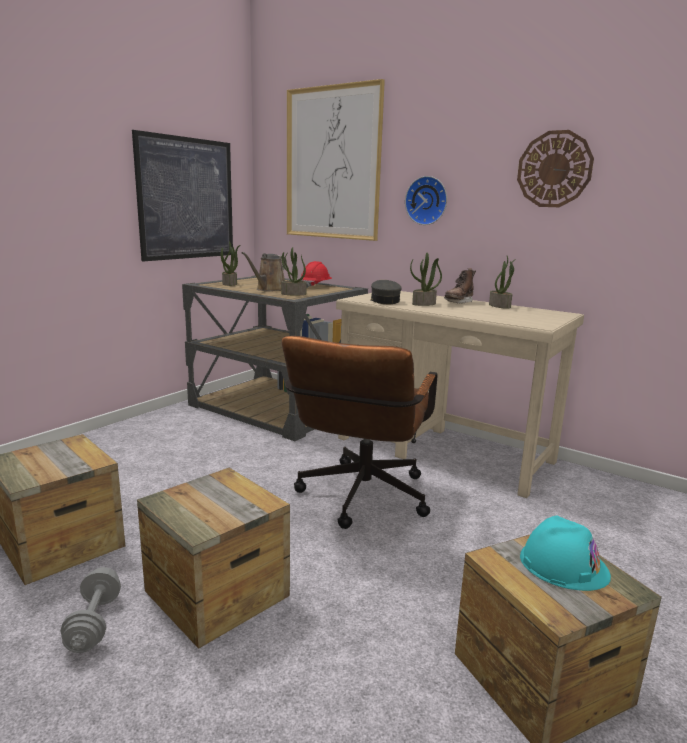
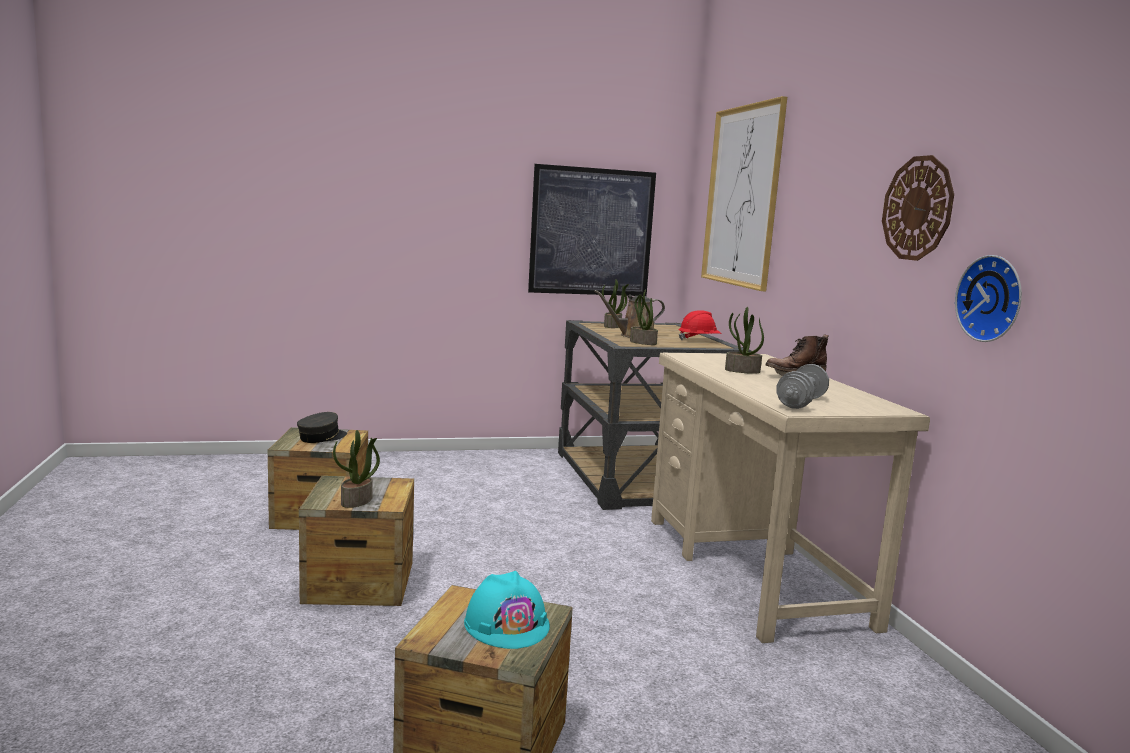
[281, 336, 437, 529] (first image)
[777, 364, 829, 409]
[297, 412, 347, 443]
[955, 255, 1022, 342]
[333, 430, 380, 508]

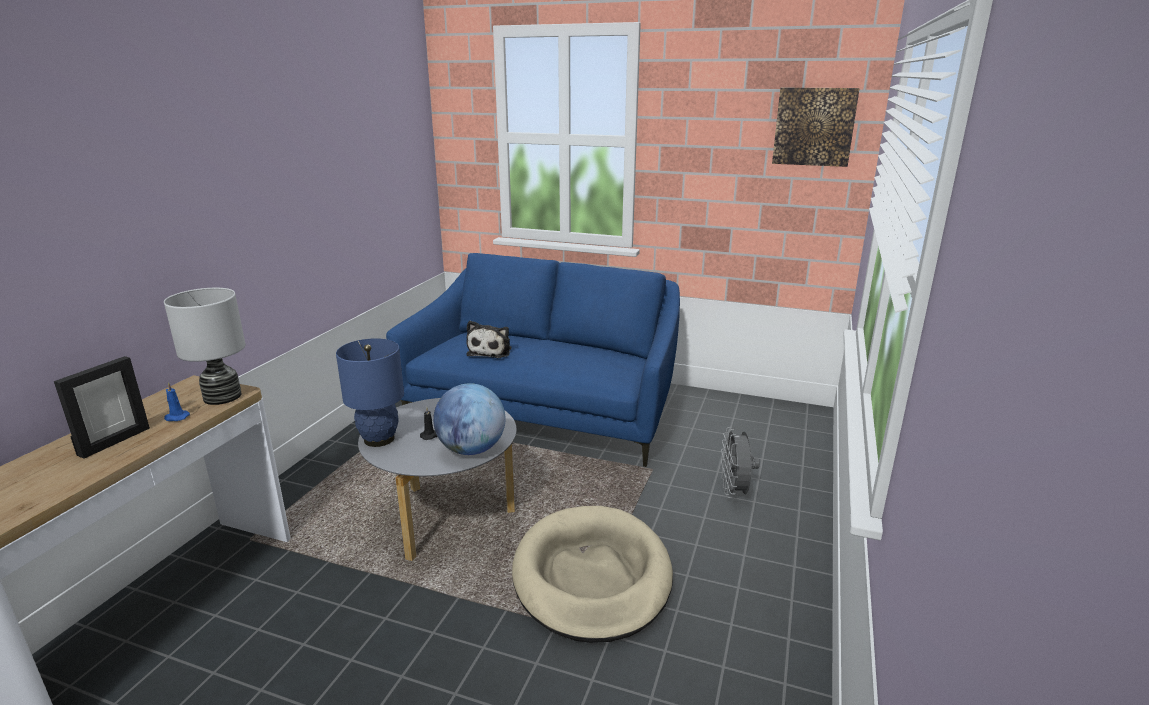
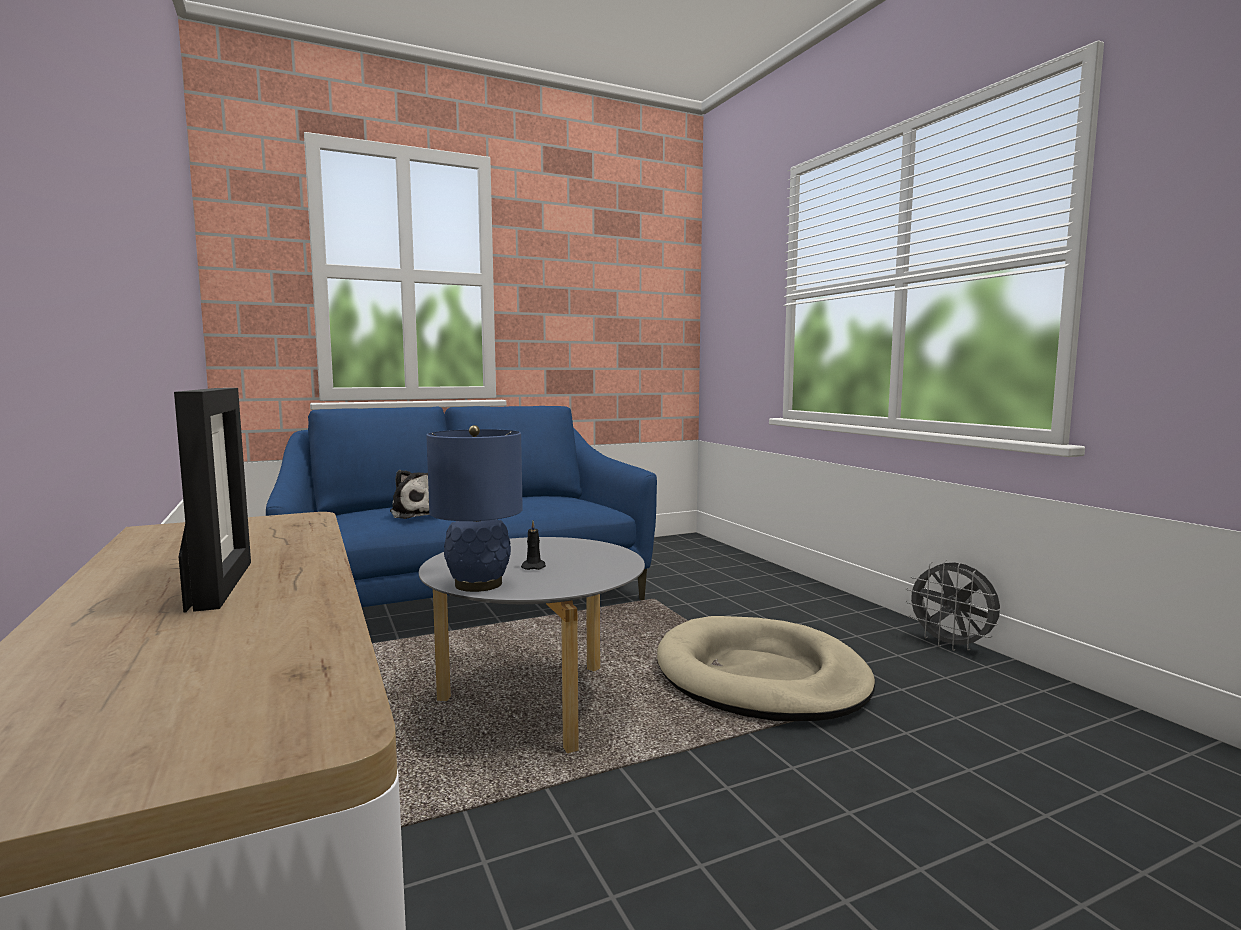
[164, 288, 246, 405] (first image)
[164, 382, 190, 421] (first image)
[433, 383, 506, 455] (first image)
[772, 88, 860, 167] (first image)
[905, 560, 1000, 651]

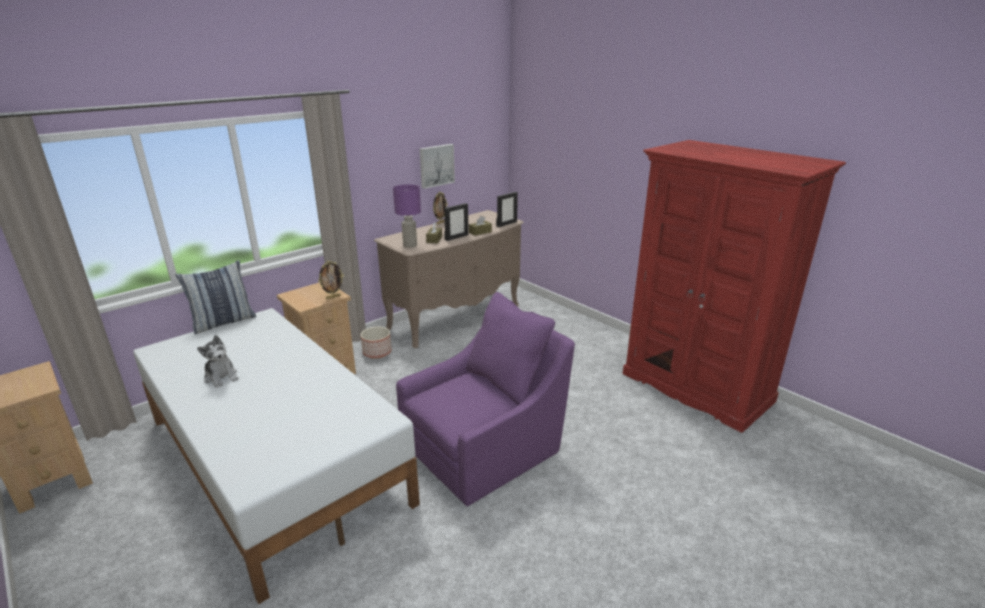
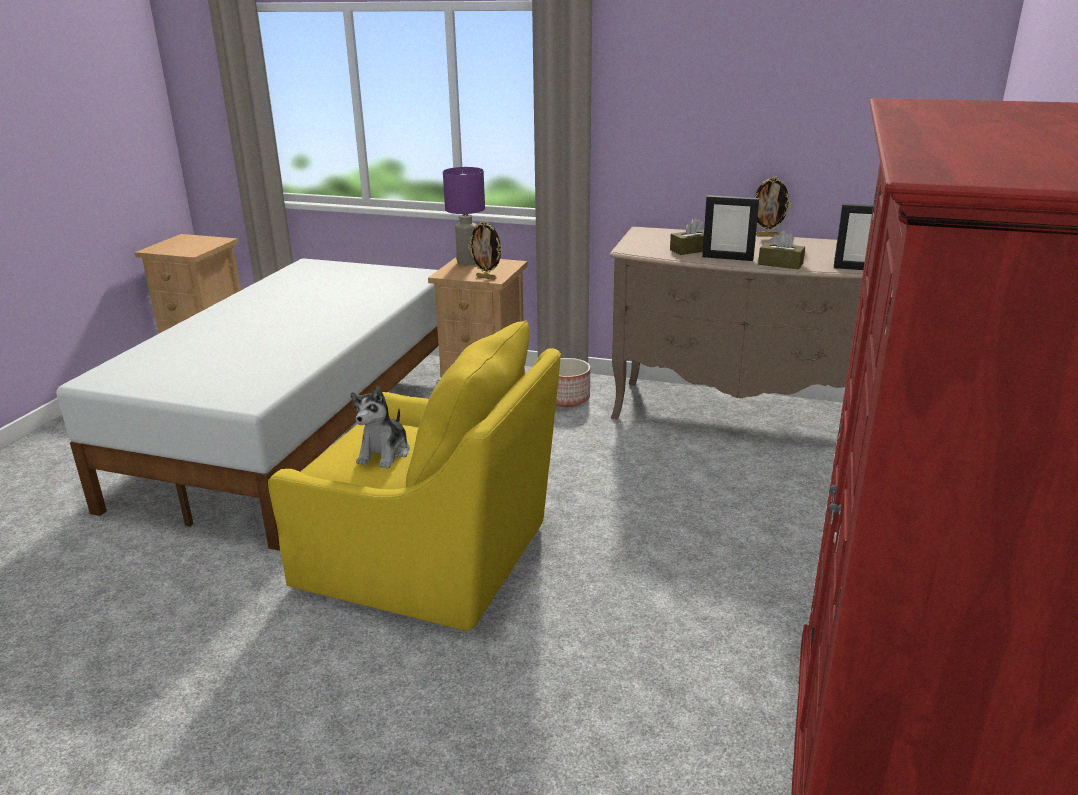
[175, 260, 256, 334] (first image)
[420, 144, 455, 189] (first image)
[351, 386, 410, 469]
[443, 167, 485, 266]
[268, 320, 561, 630]

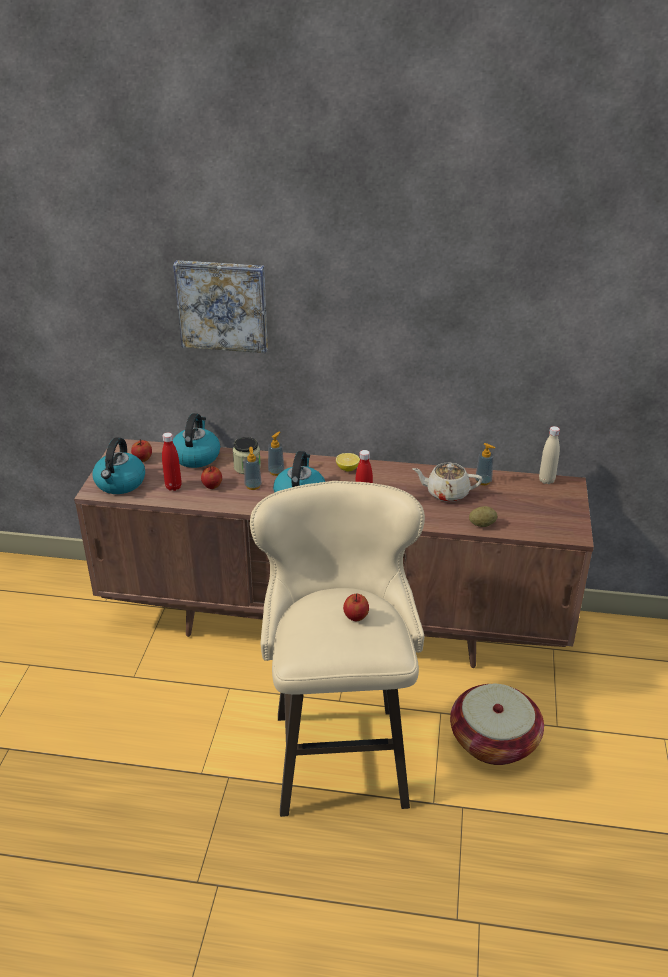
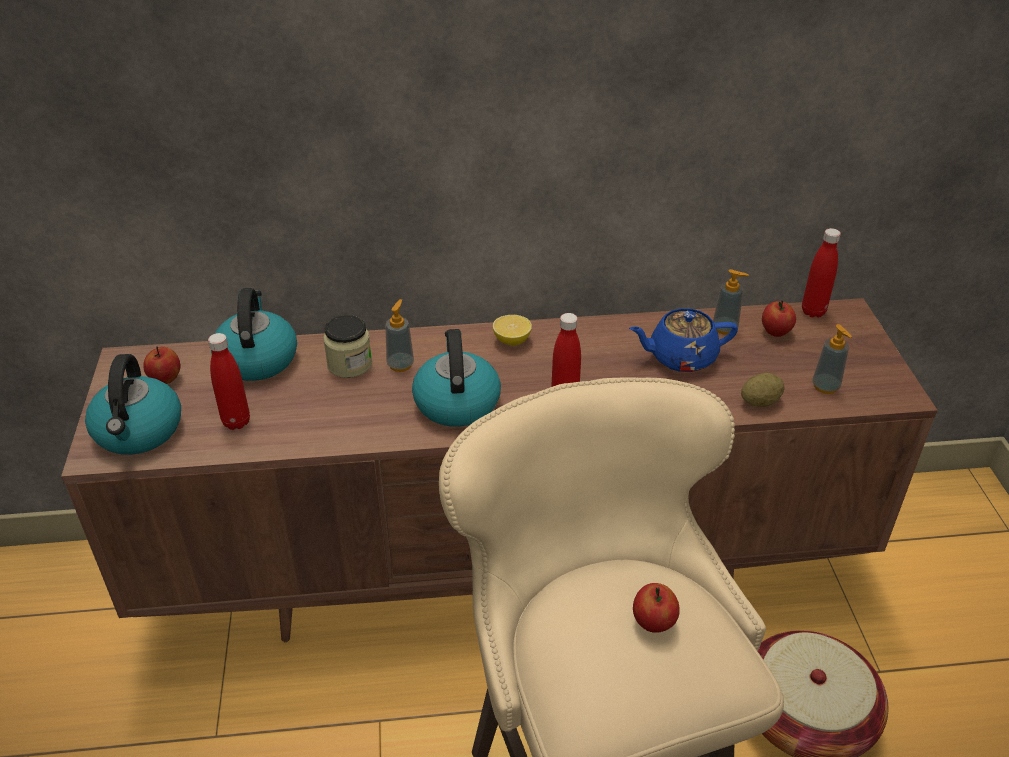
[173, 260, 268, 353] (first image)
[762, 300, 796, 337]
[812, 324, 852, 394]
[629, 308, 738, 372]
[802, 228, 841, 318]

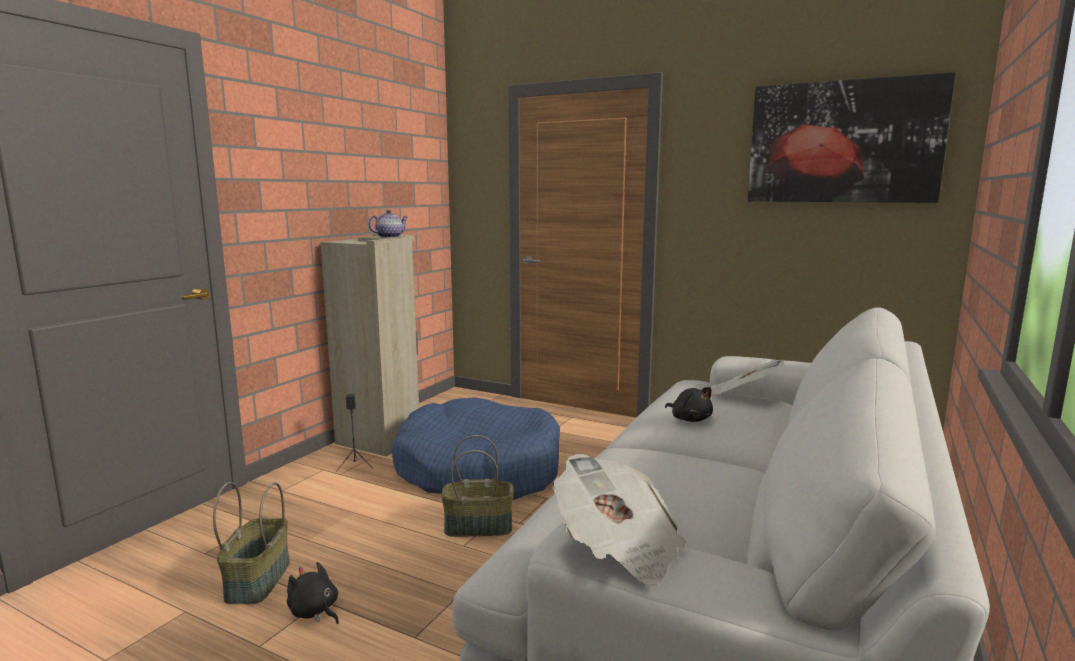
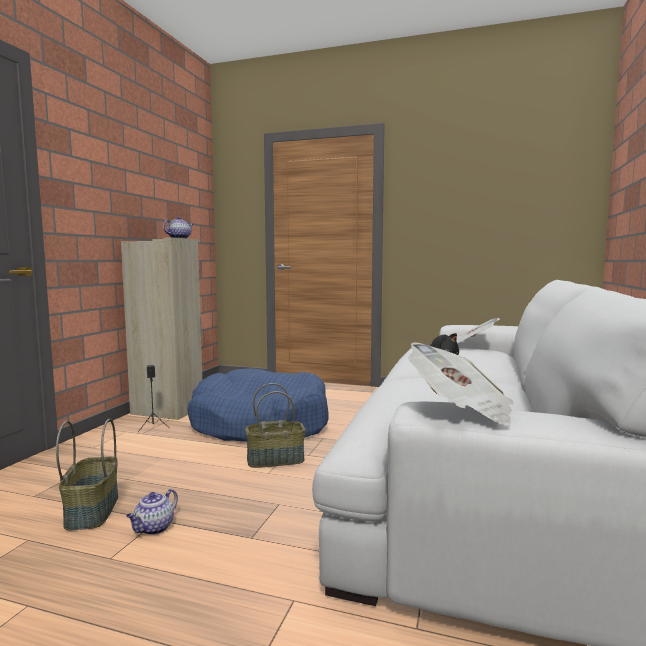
[748, 72, 956, 203] (first image)
[126, 489, 178, 535]

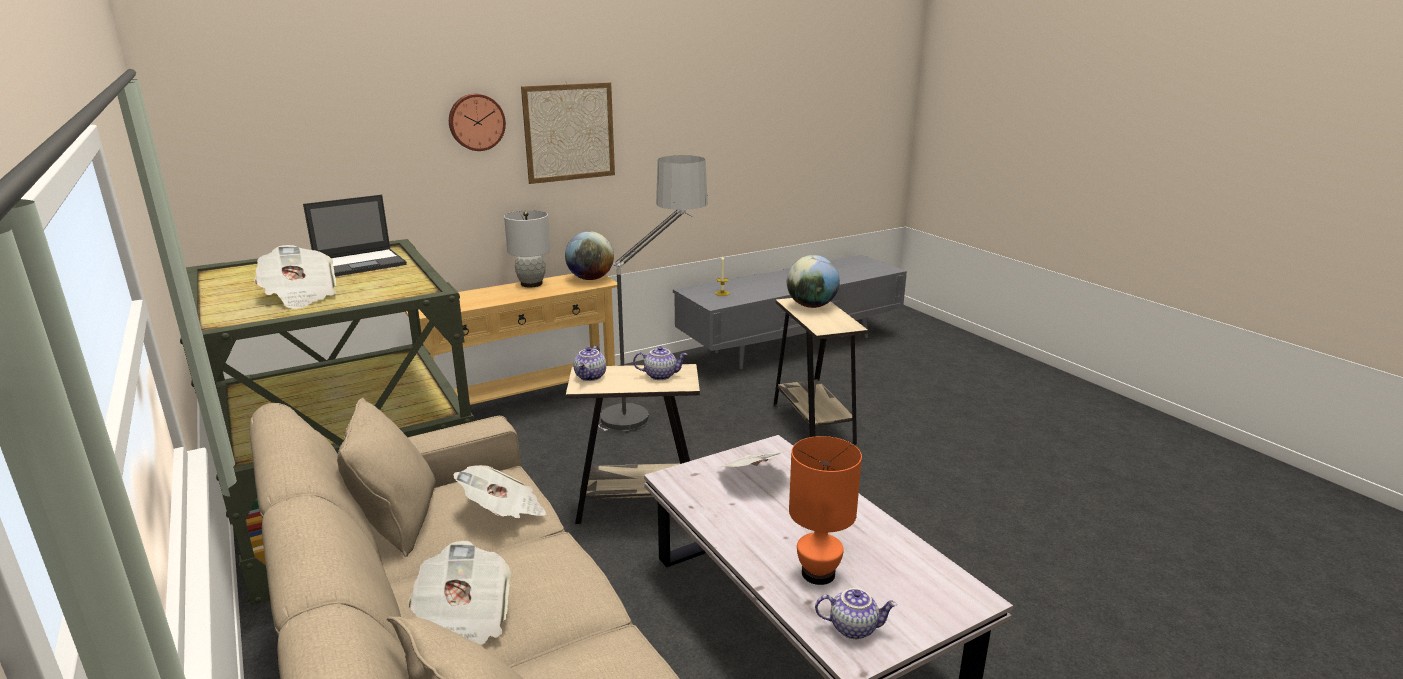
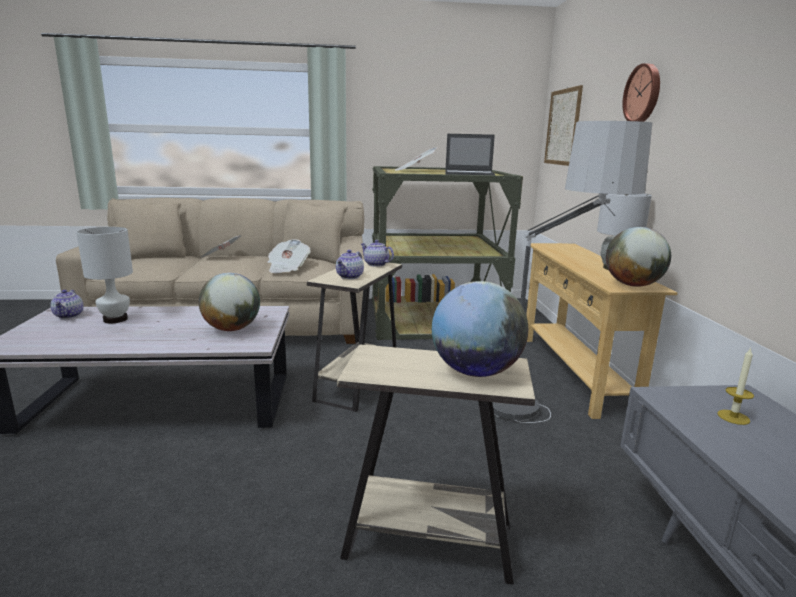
[544, 85, 583, 166]
[199, 273, 260, 331]
[76, 227, 133, 324]
[445, 134, 495, 175]
[50, 290, 84, 319]

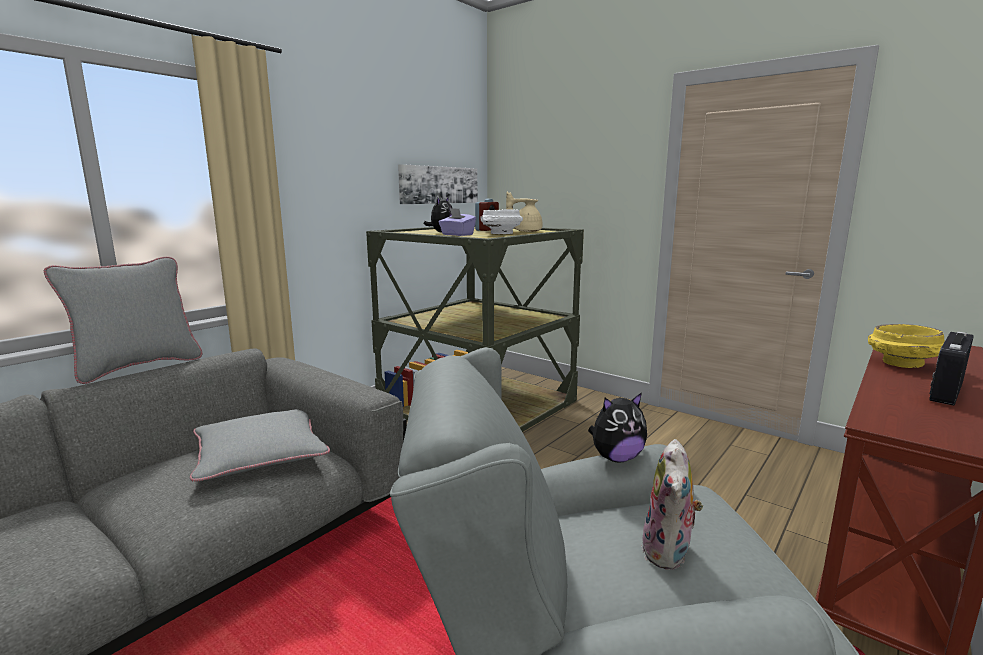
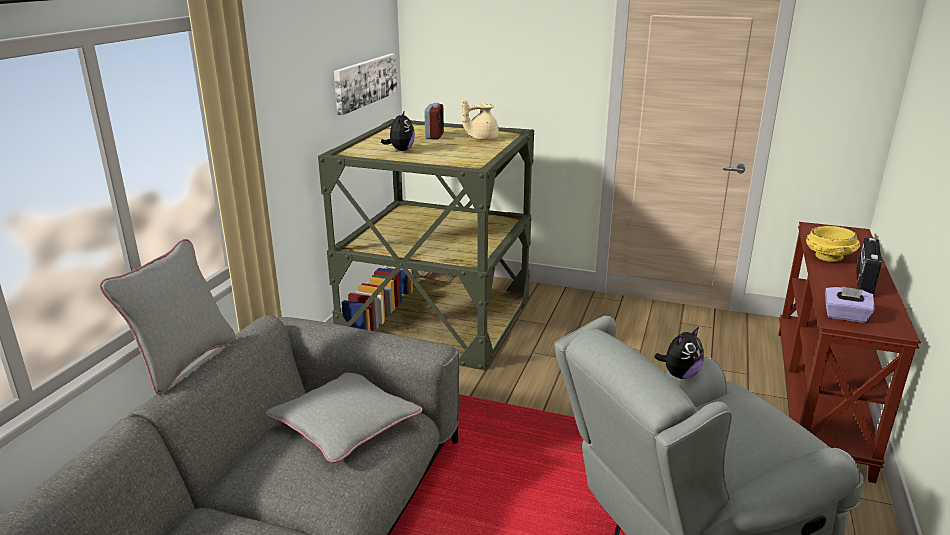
[480, 209, 523, 234] (first image)
[641, 439, 703, 570] (first image)
[825, 287, 875, 323]

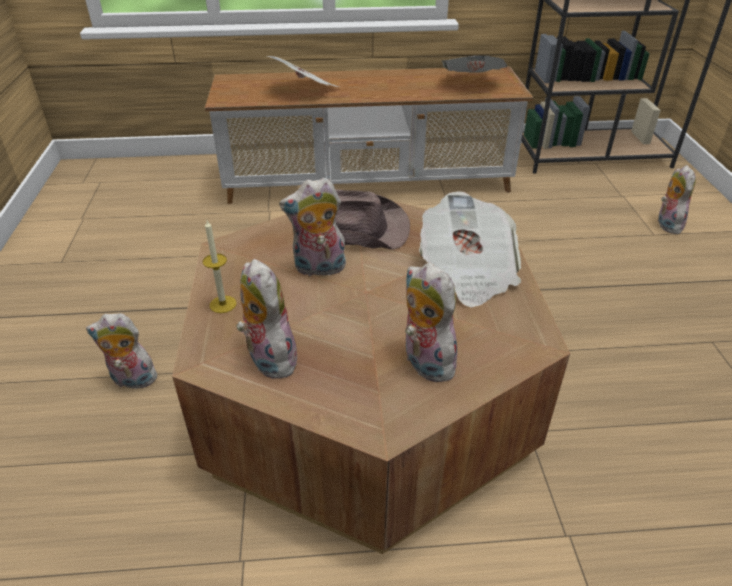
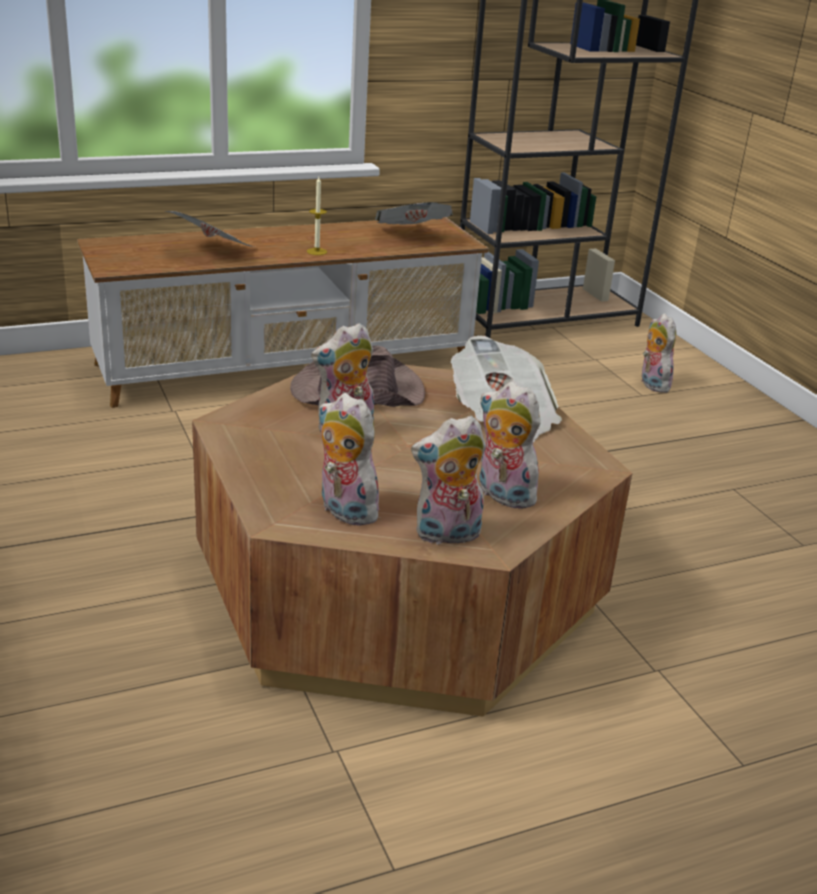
[411, 416, 486, 545]
[307, 177, 327, 255]

